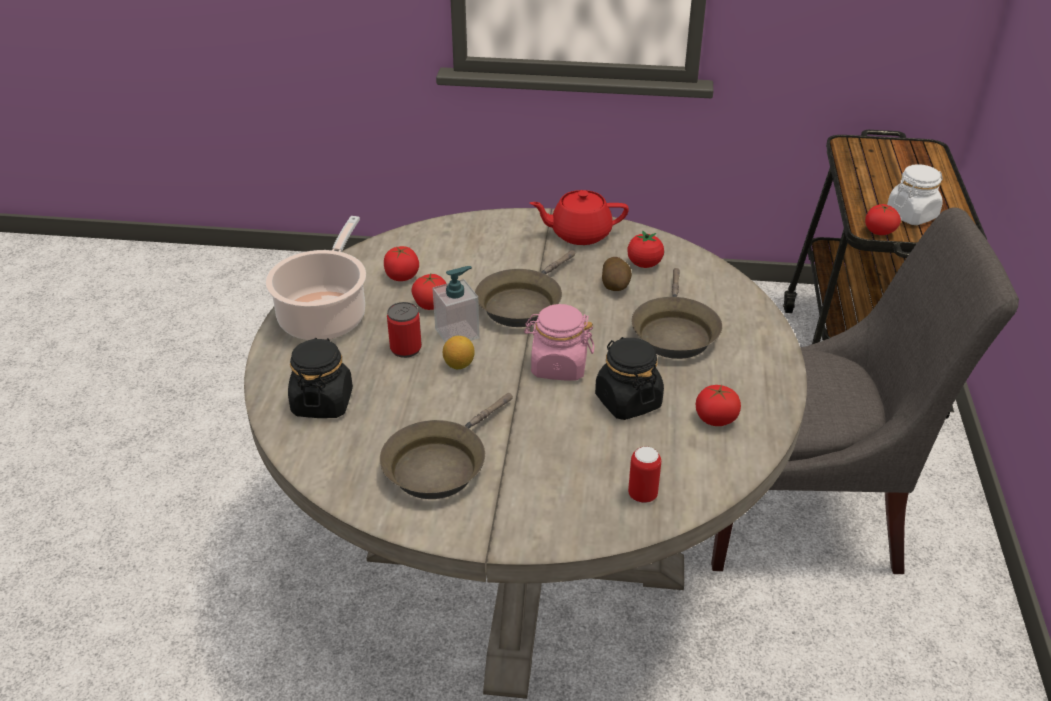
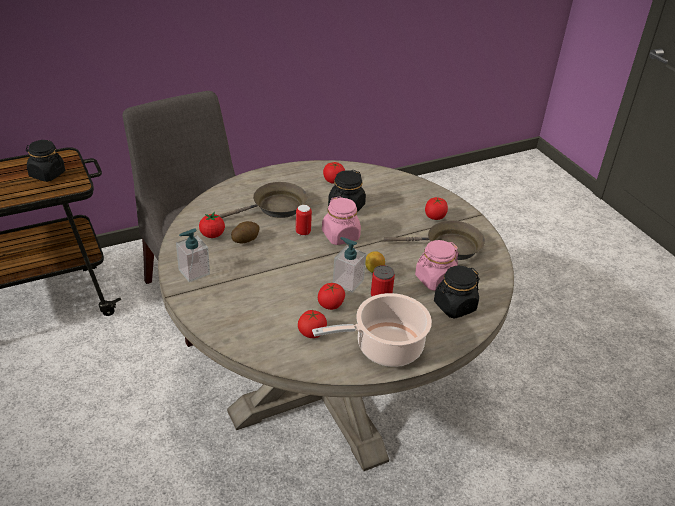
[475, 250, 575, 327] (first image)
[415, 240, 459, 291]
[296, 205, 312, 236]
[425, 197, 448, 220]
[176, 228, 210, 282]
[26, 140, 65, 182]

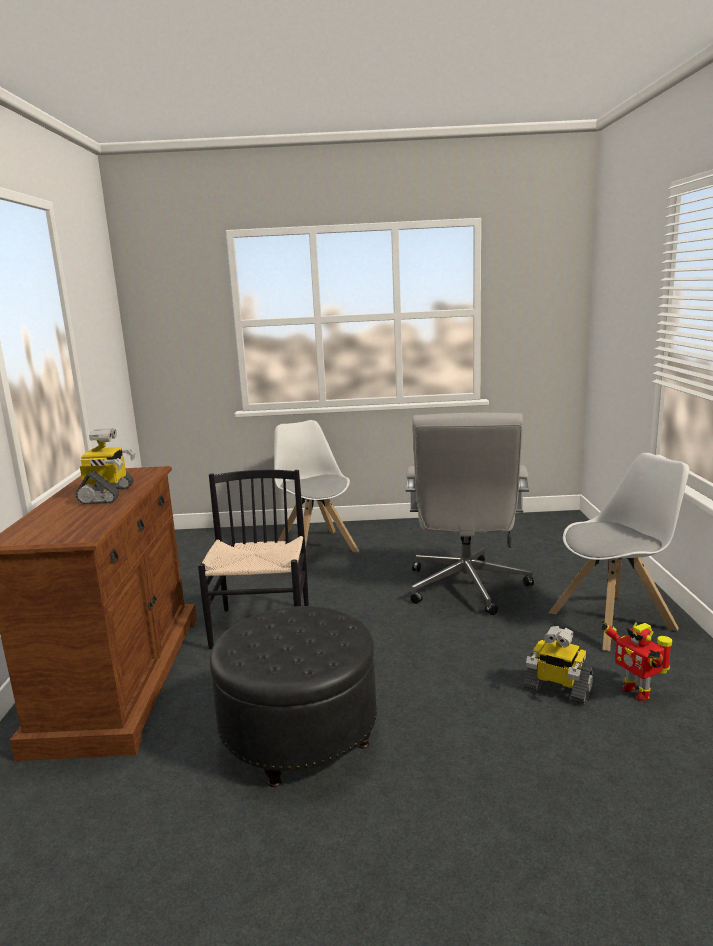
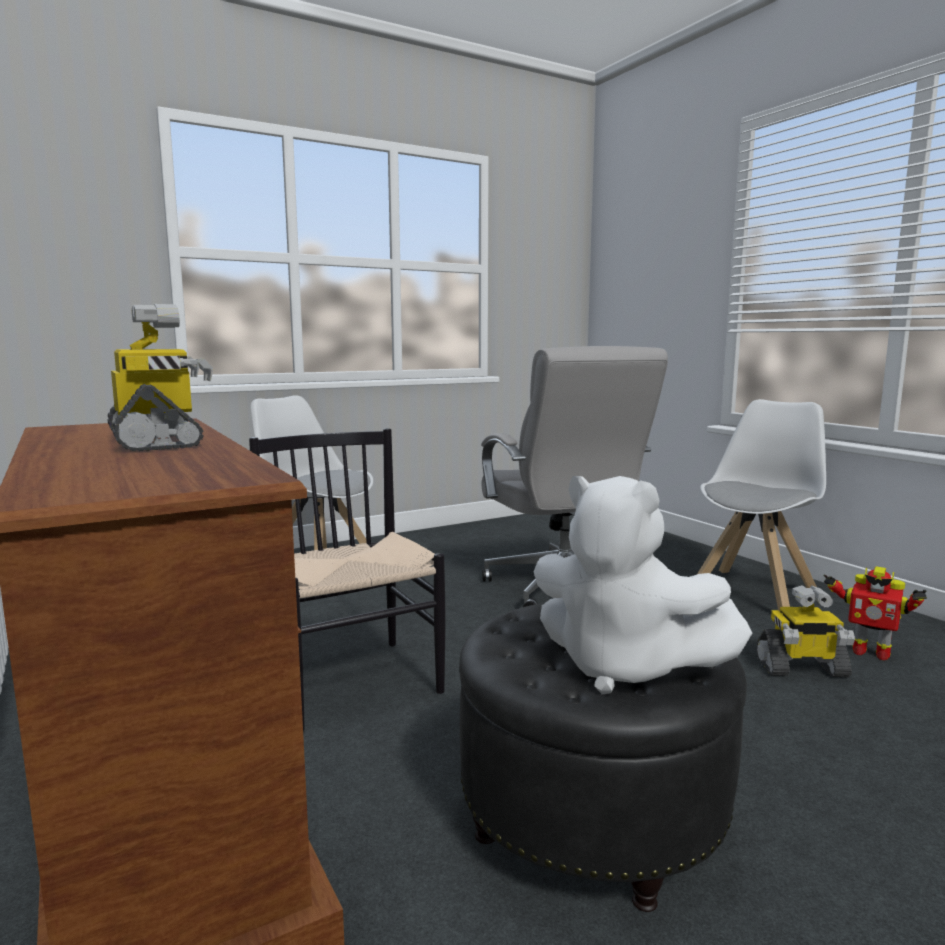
[534, 476, 753, 694]

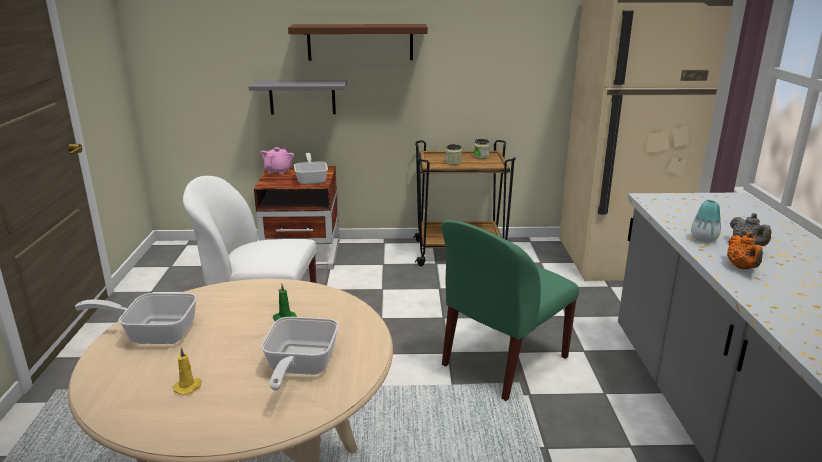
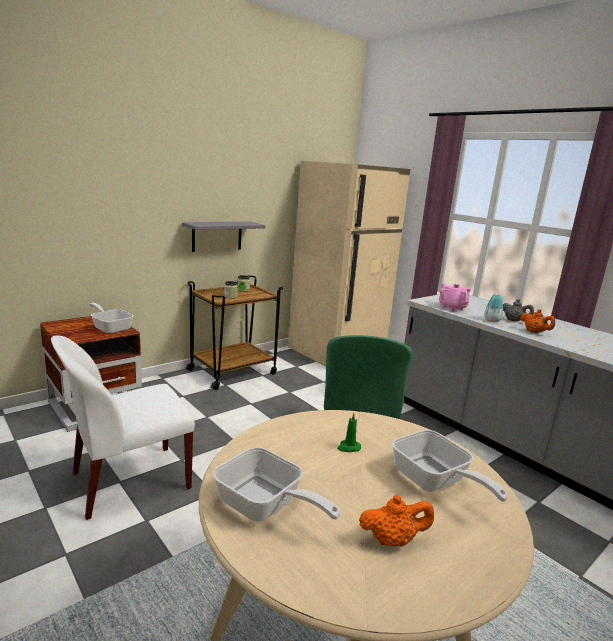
[288, 24, 428, 61] (first image)
[182, 221, 265, 252]
[439, 284, 471, 311]
[359, 495, 434, 547]
[212, 447, 341, 522]

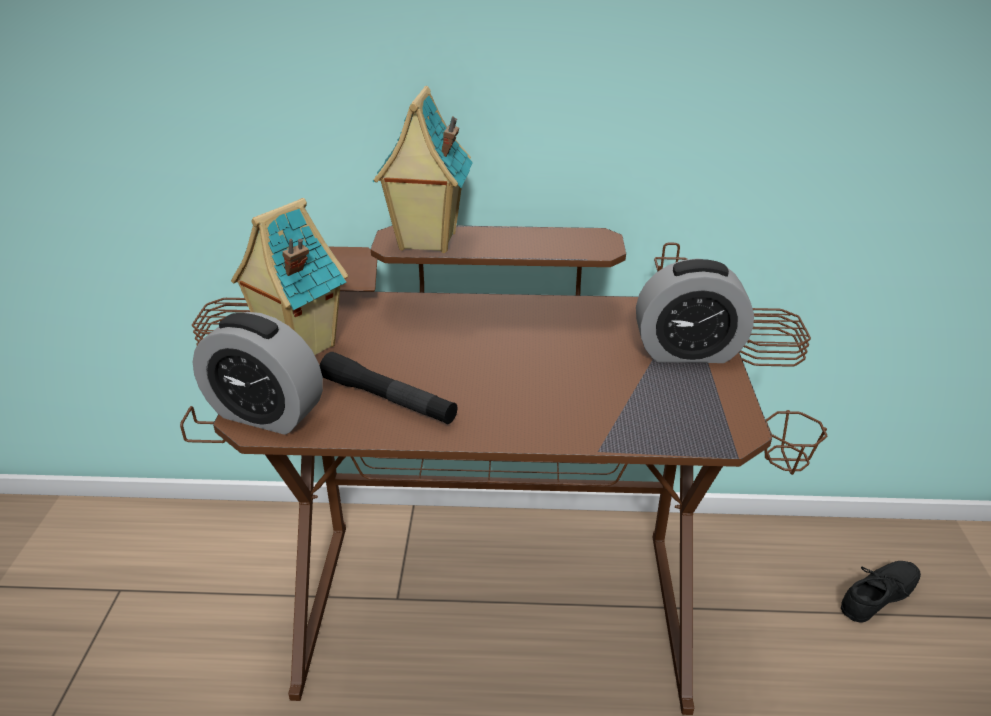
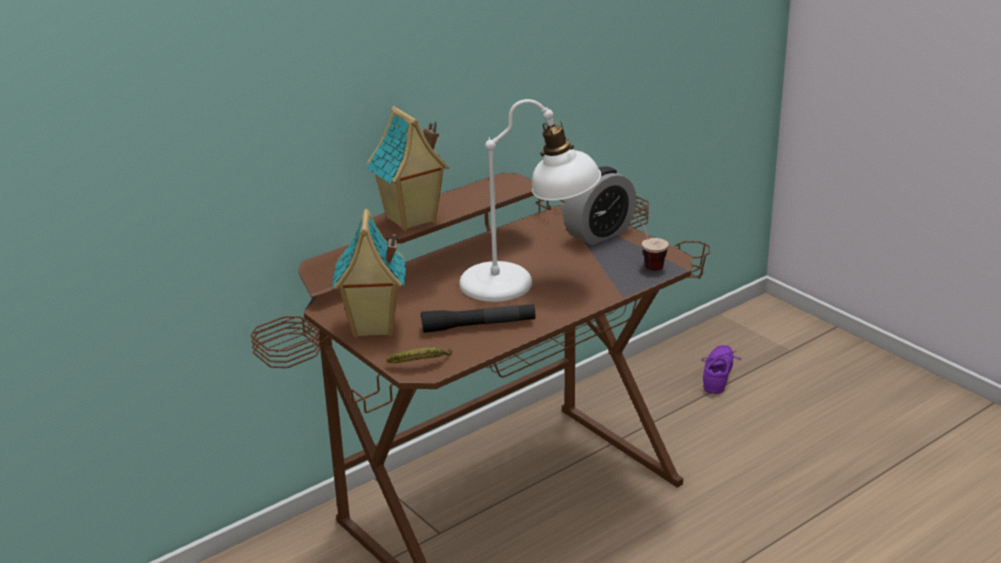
[459, 99, 601, 302]
[633, 215, 669, 271]
[386, 347, 452, 363]
[702, 345, 741, 394]

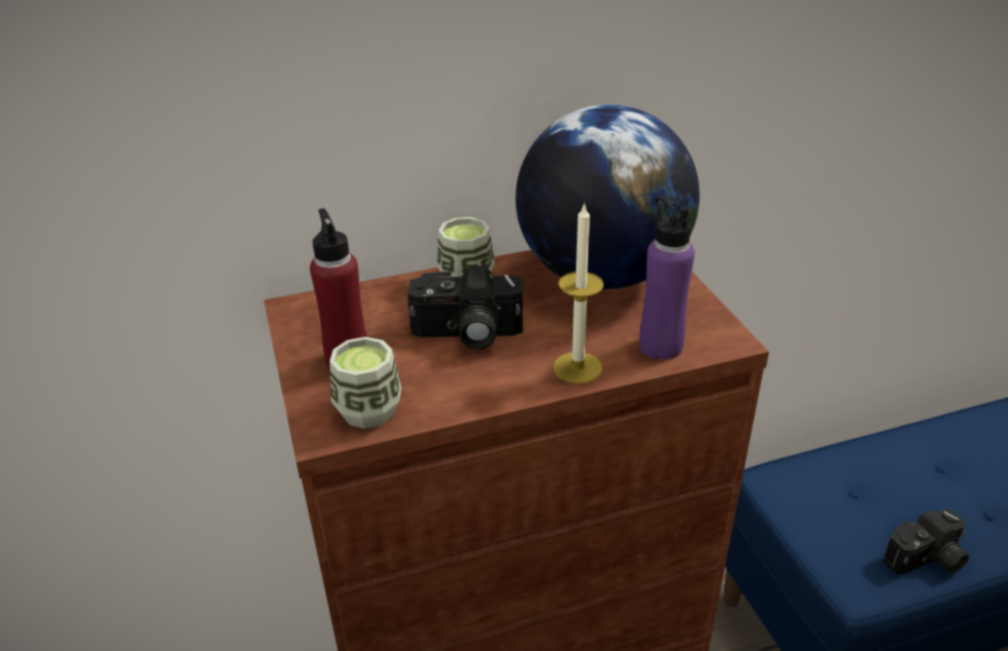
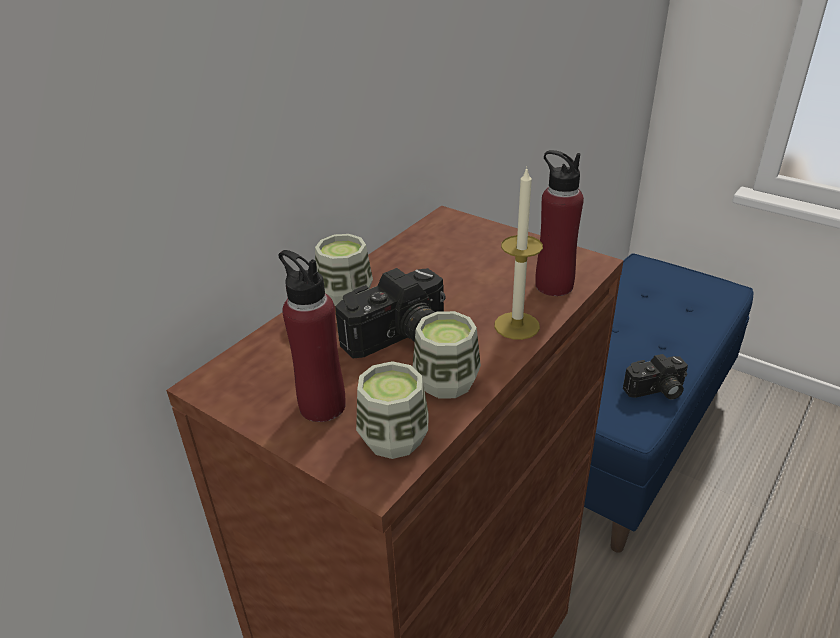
[515, 104, 700, 289] (first image)
[413, 311, 481, 399]
[535, 150, 584, 296]
[623, 354, 688, 400]

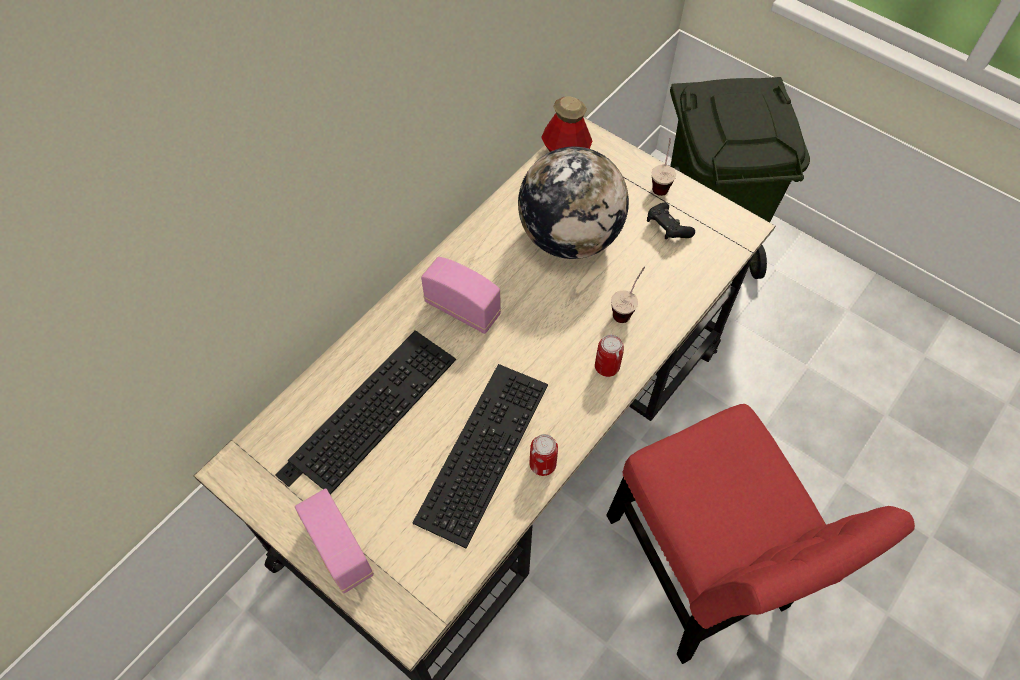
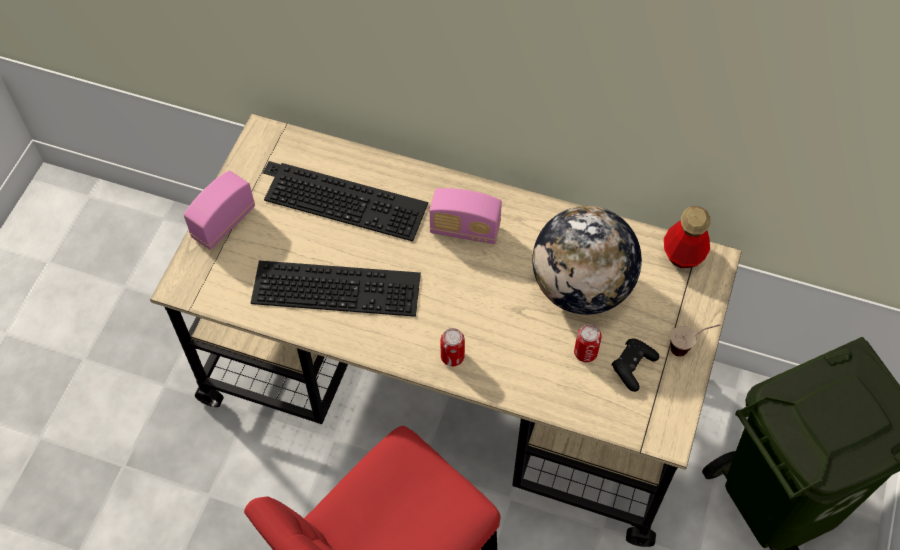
[611, 267, 645, 323] (first image)
[574, 324, 601, 362]
[429, 188, 502, 244]

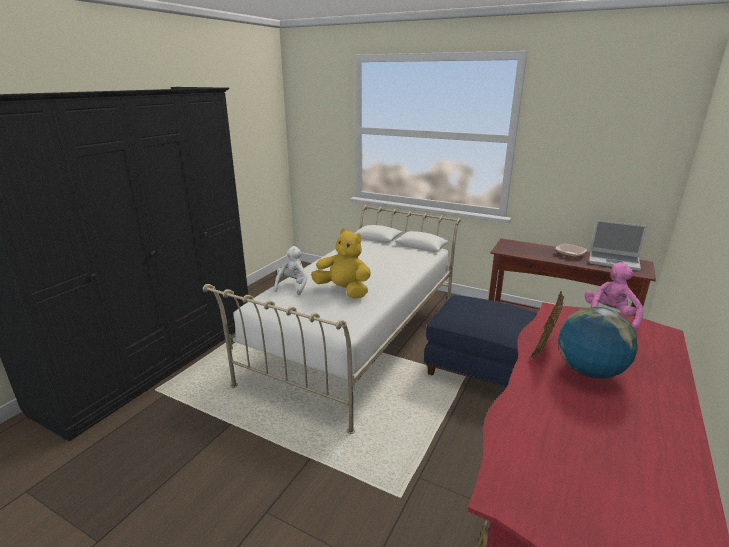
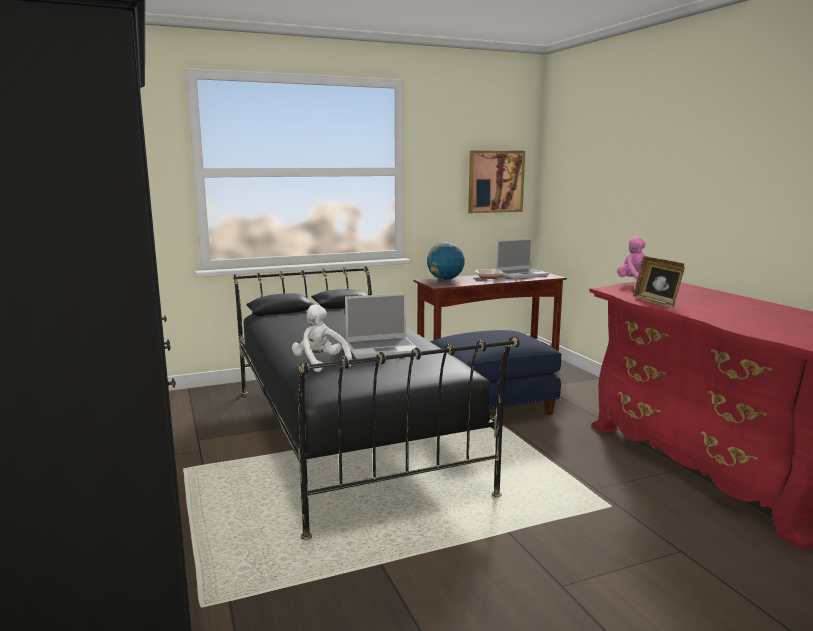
[468, 150, 525, 213]
[427, 242, 464, 280]
[345, 293, 416, 359]
[233, 266, 520, 540]

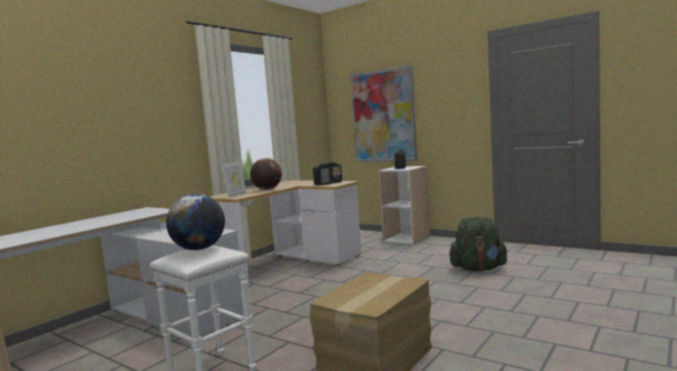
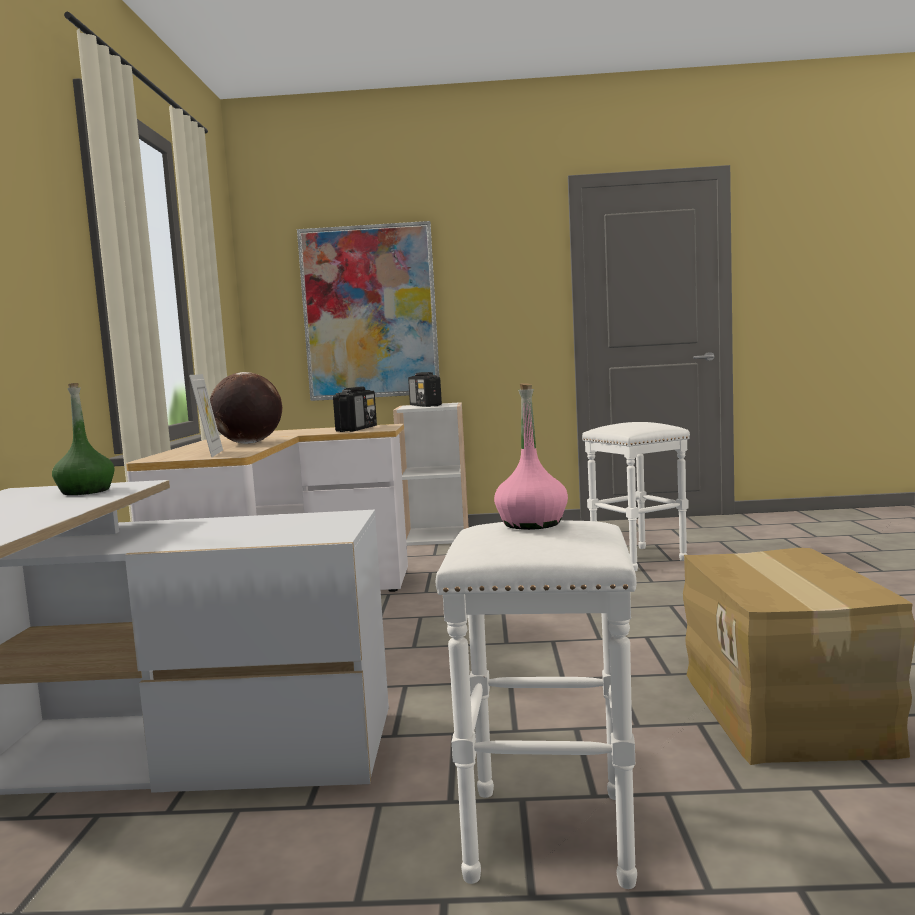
[52, 383, 115, 495]
[494, 383, 568, 530]
[582, 422, 690, 571]

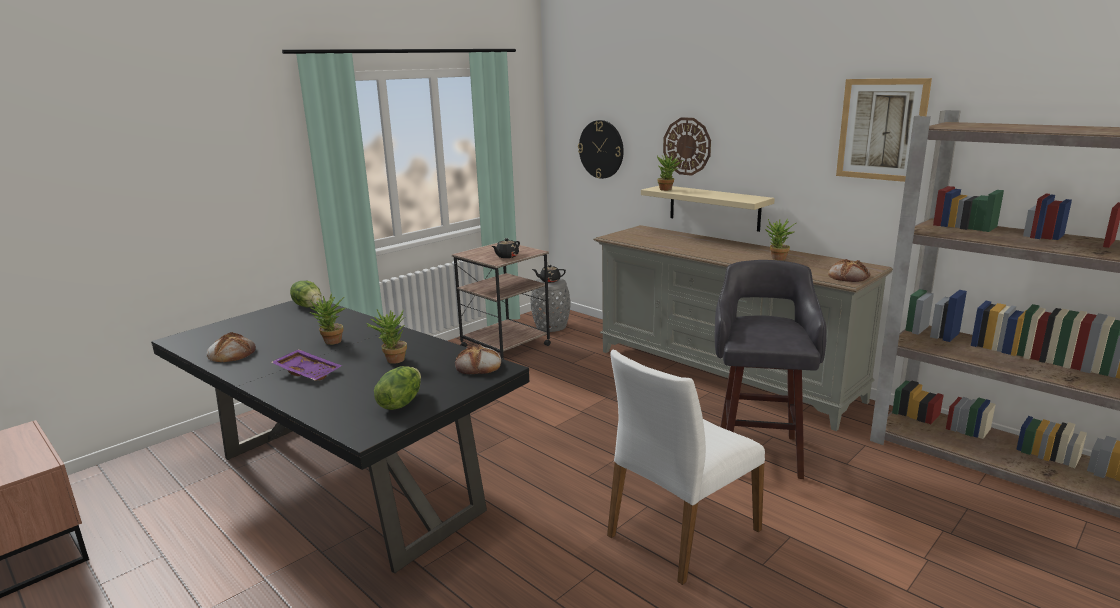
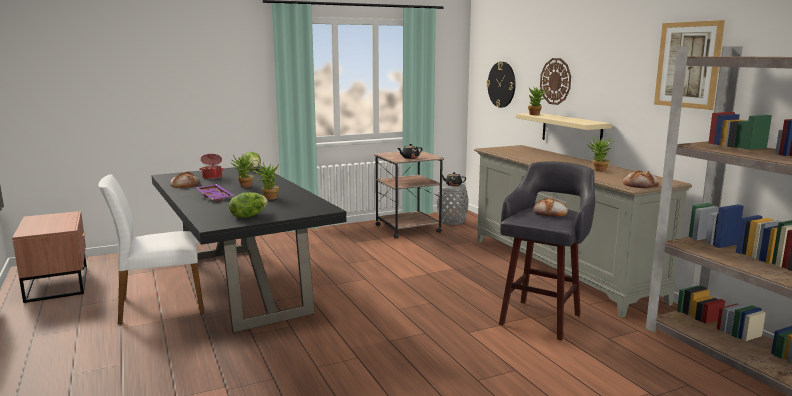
[199, 154, 225, 179]
[533, 198, 568, 217]
[98, 174, 204, 324]

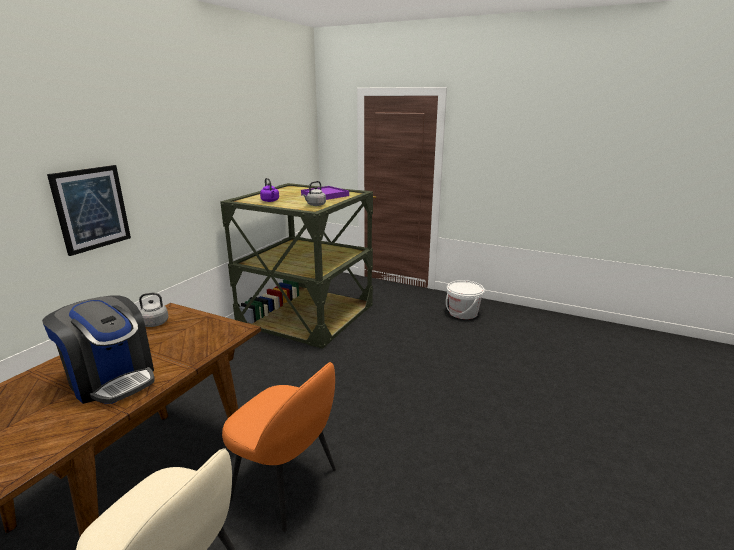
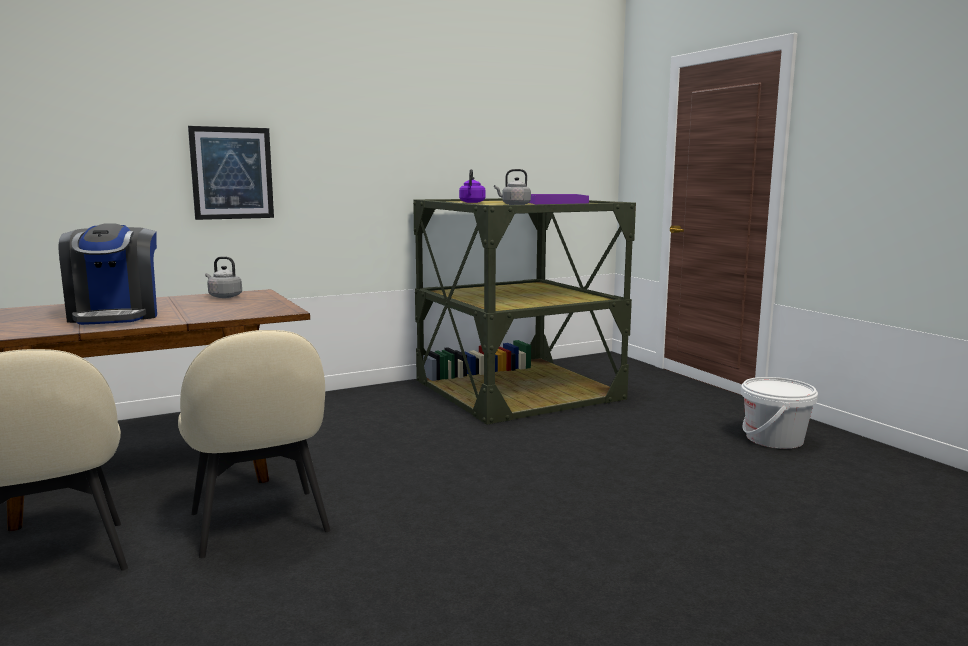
[178, 330, 331, 558]

